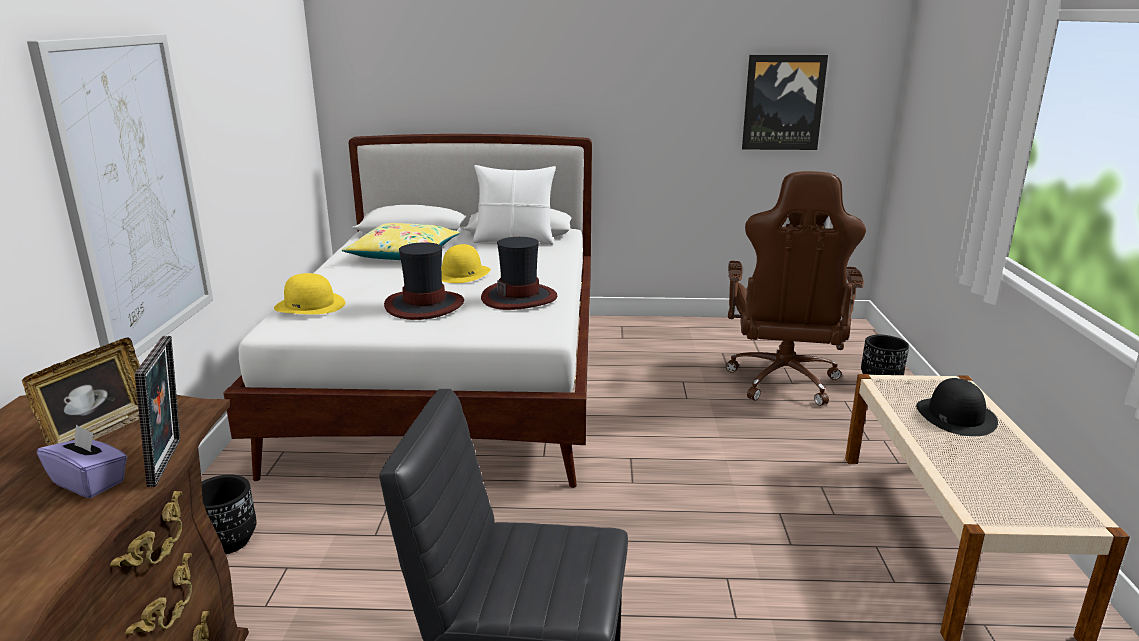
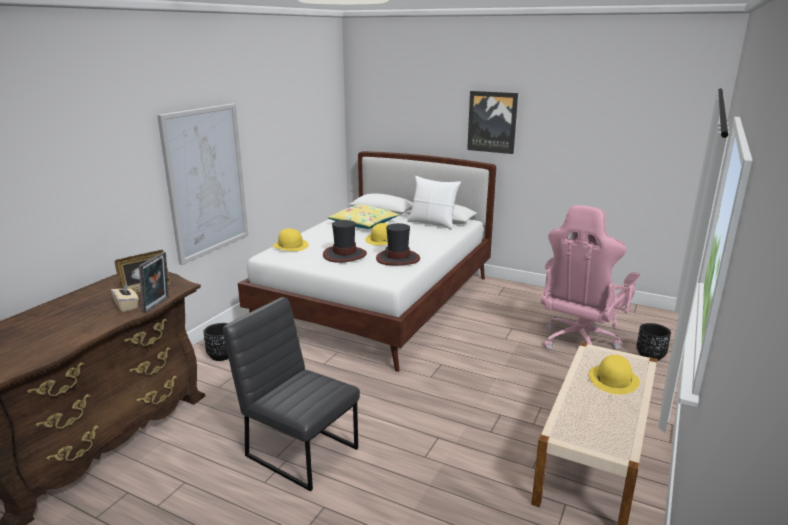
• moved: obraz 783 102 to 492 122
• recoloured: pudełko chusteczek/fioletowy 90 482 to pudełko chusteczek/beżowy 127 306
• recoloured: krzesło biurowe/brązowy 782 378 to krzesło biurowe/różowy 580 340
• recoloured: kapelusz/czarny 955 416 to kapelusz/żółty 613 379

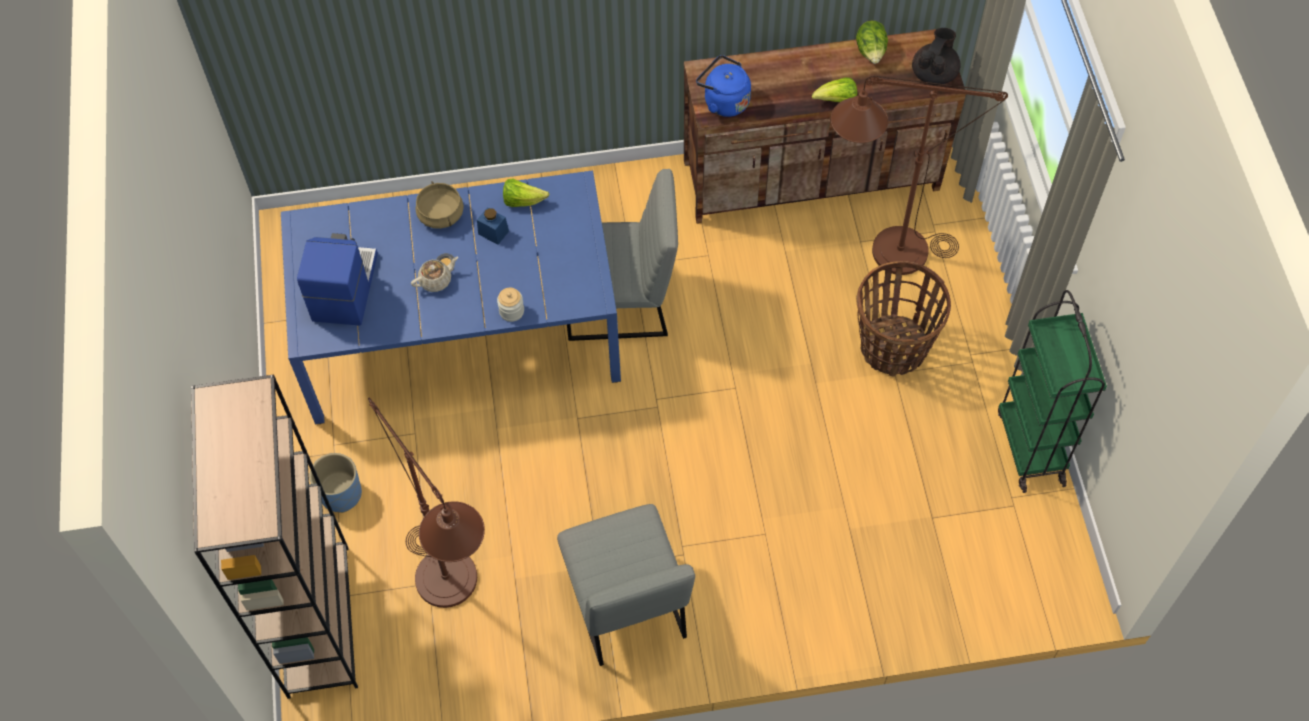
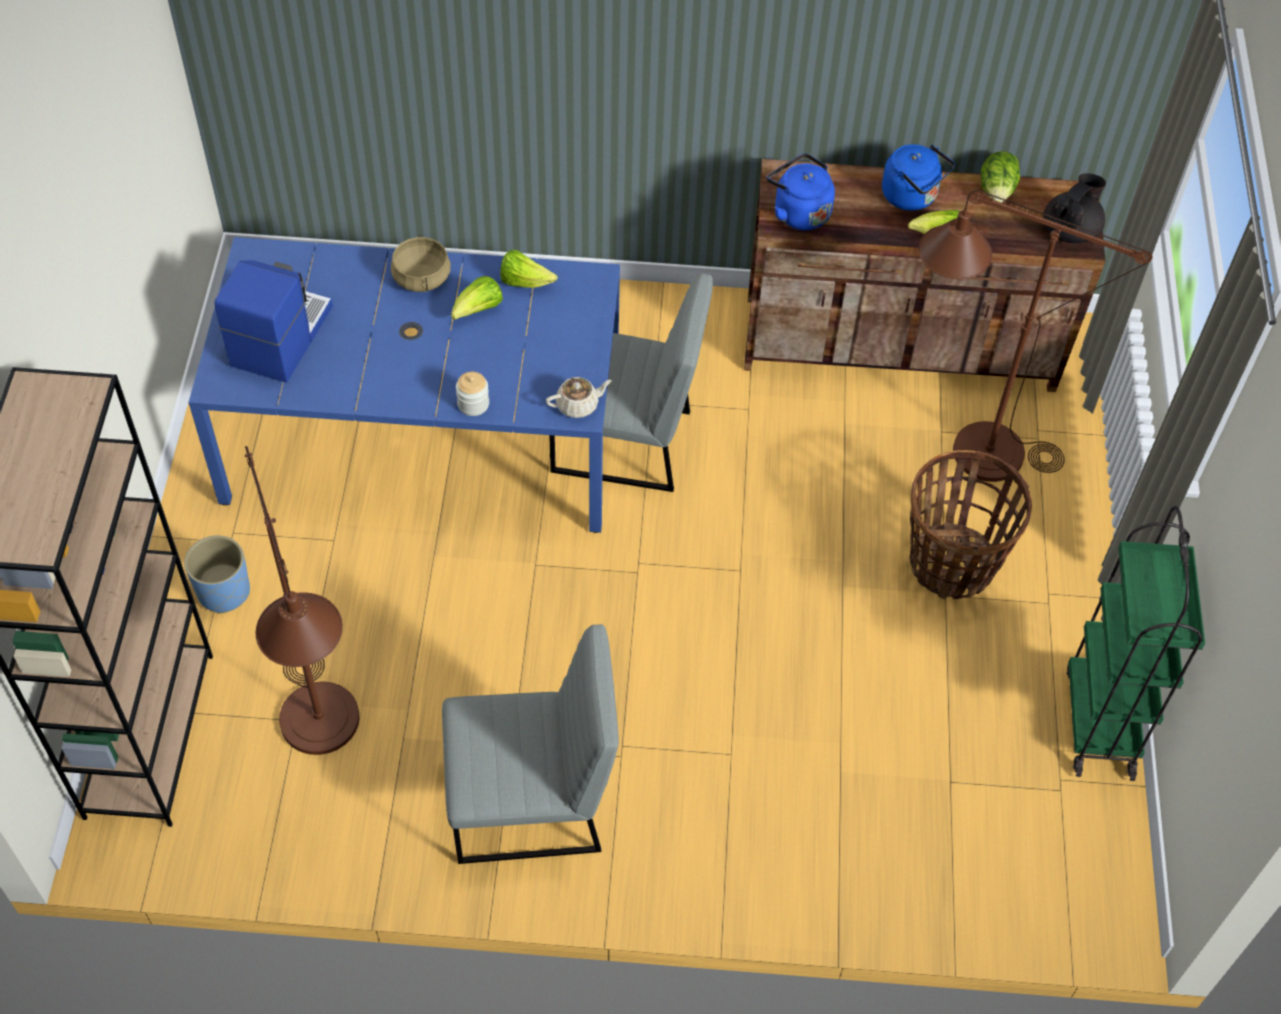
• added: czajnik/niebieski 912 197
• moved: imbryk/beżowy 436 280 to 578 405
• replaced: słoik/niebieski 493 232 to sałata 478 310
• turned: krzesło/szary 626 607 = 532 804 90 degrees counterclockwise

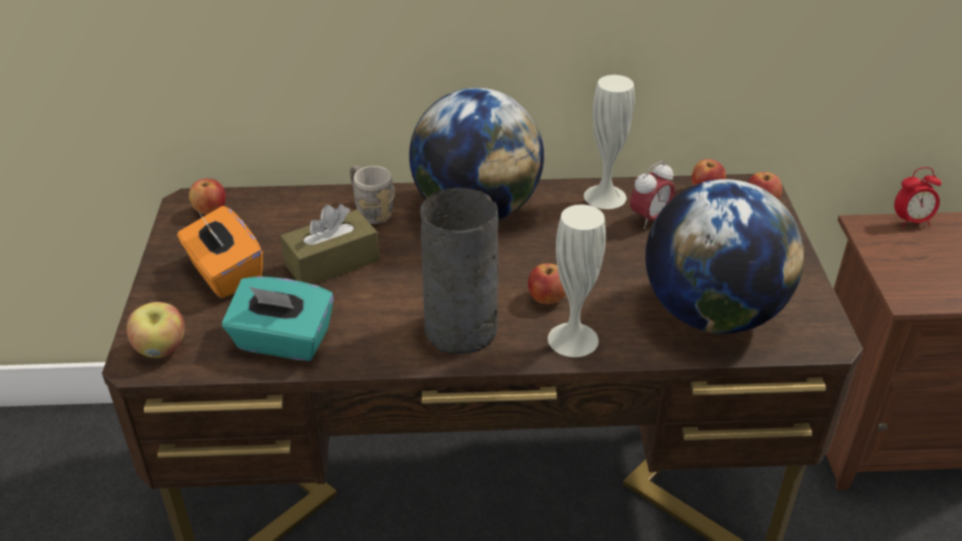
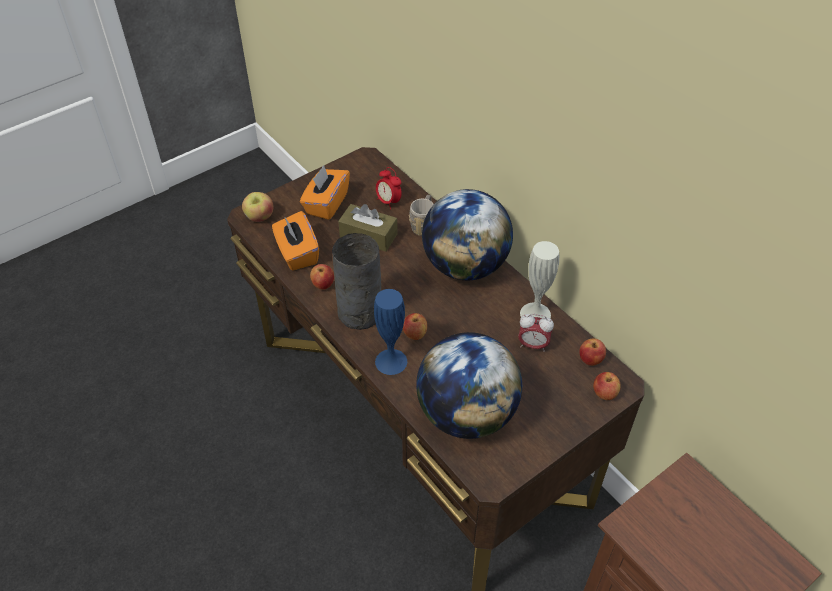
• moved: jabłko 210 211 to 323 284
• moved: budzik 911 221 to 388 202
• recoloured: pudełko chusteczek/turkusowy 283 342 to pudełko chusteczek/pomarańczowy 297 253
• recoloured: wazon/biały 573 339 to wazon/niebieski 391 361

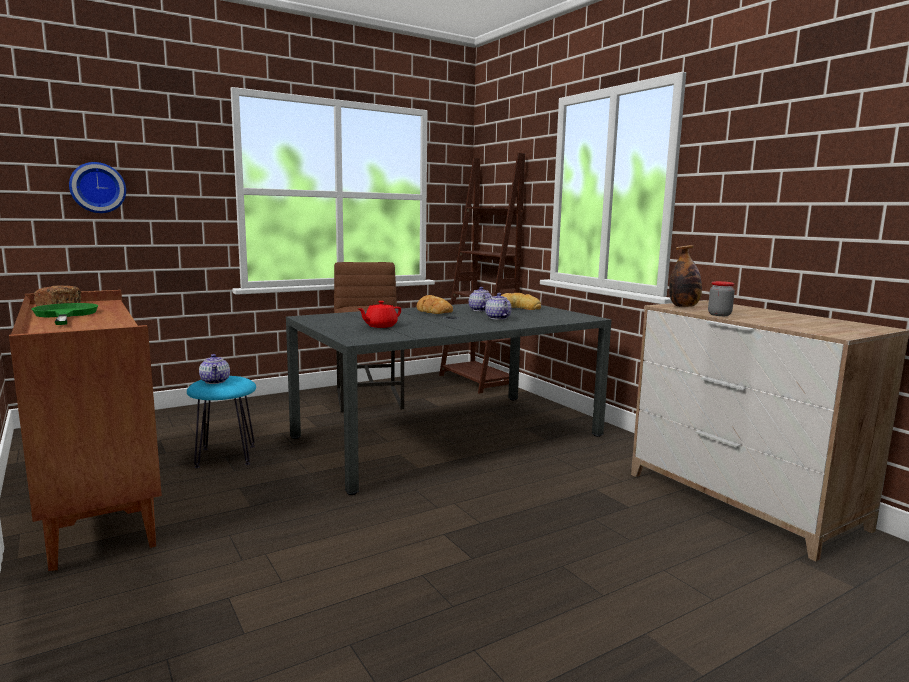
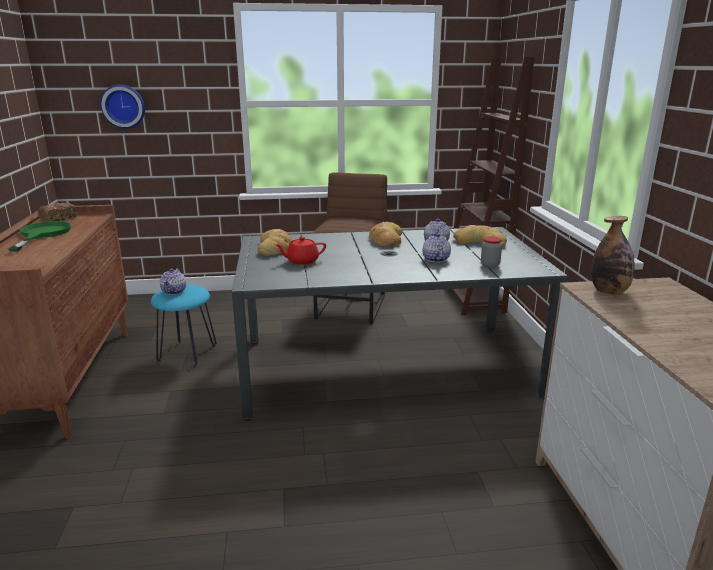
• added: chleb 275 247
• moved: słoik 719 315 to 490 265

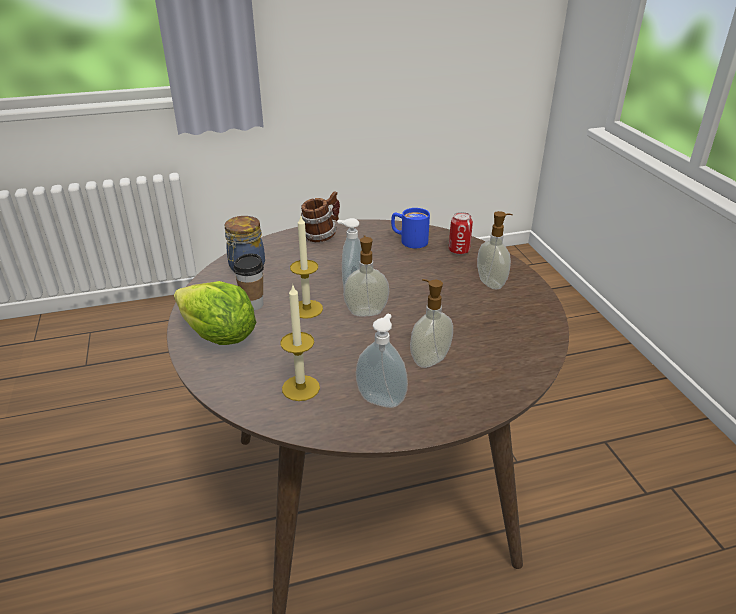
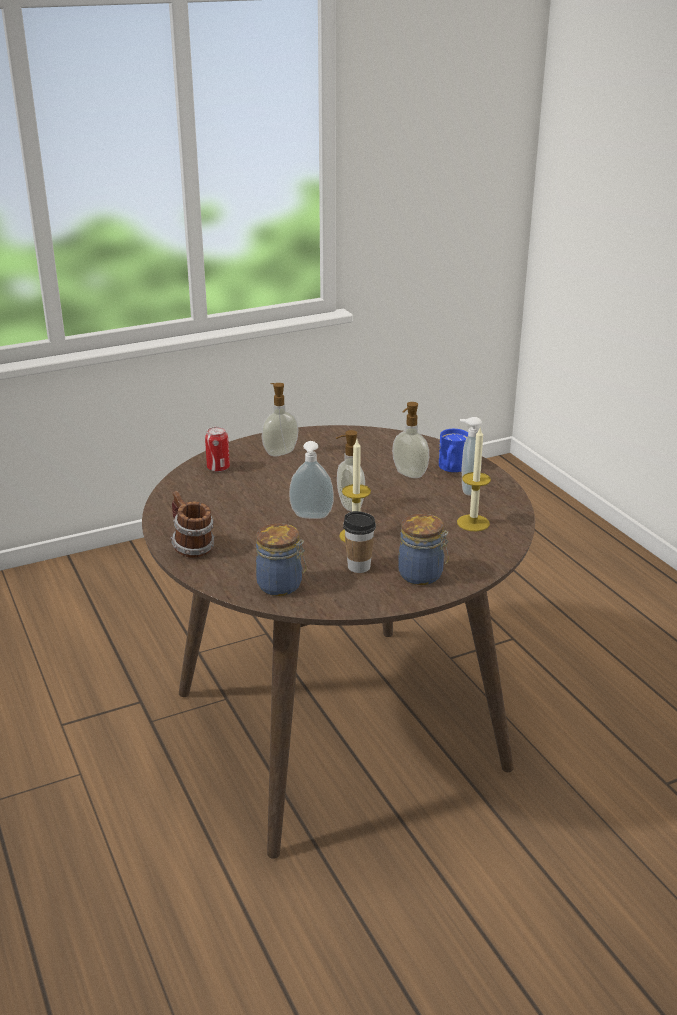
• moved: kubek/niebieski 408 240 to 451 468
• replaced: sałata 219 337 to słoik 422 575

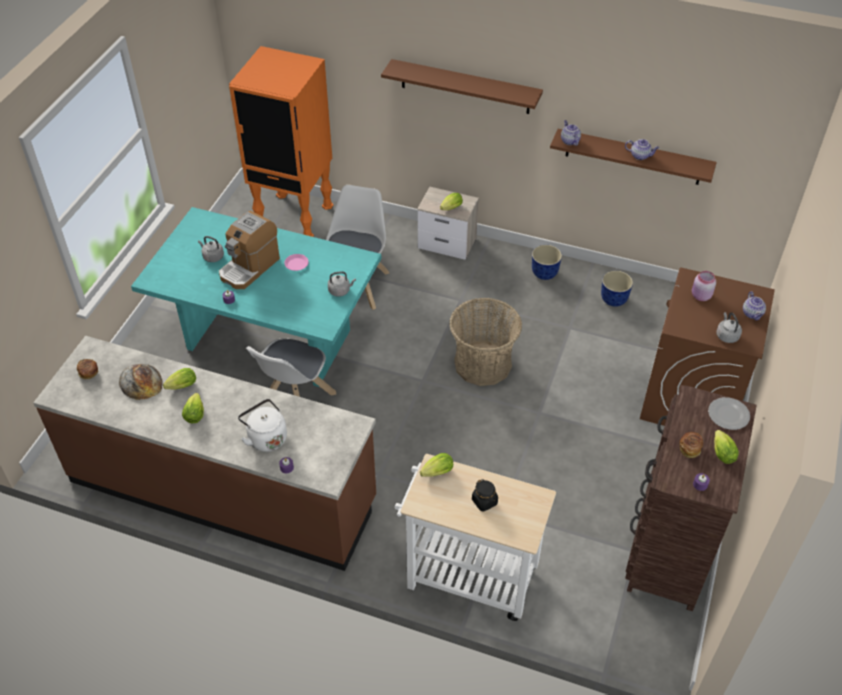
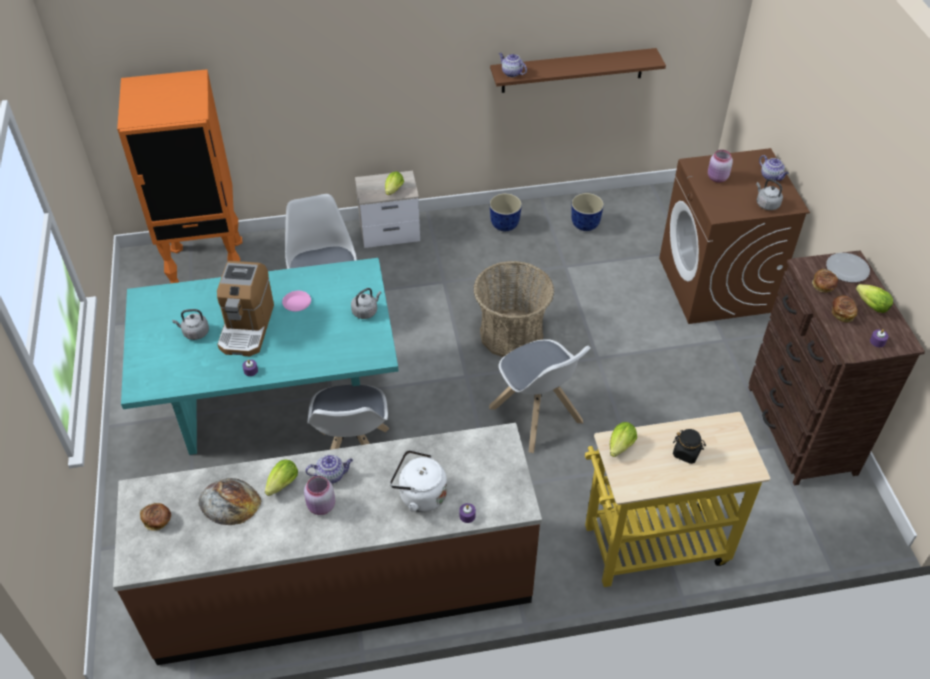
• removed: półka/brązowy 465 87
• added: krzesło 537 417
• added: chleb 823 286
• moved: imbryk 640 156 to 331 475
• replaced: sałata 195 413 to słoik/różowy 321 506
• recoloured: wózek/biały 469 578 to wózek/żółty 653 546

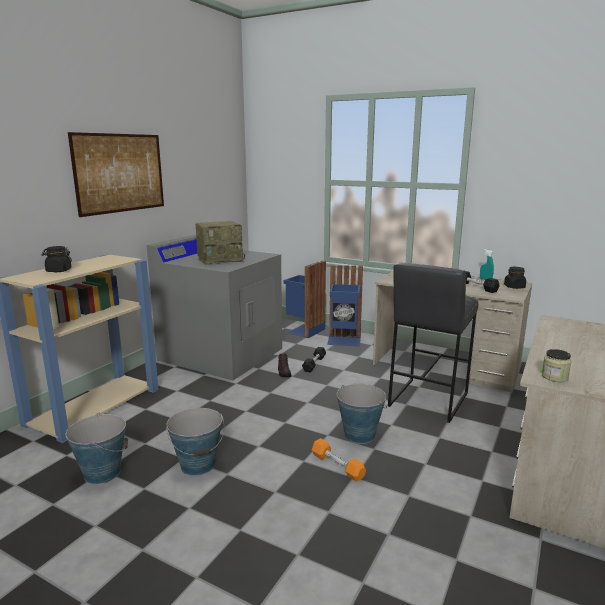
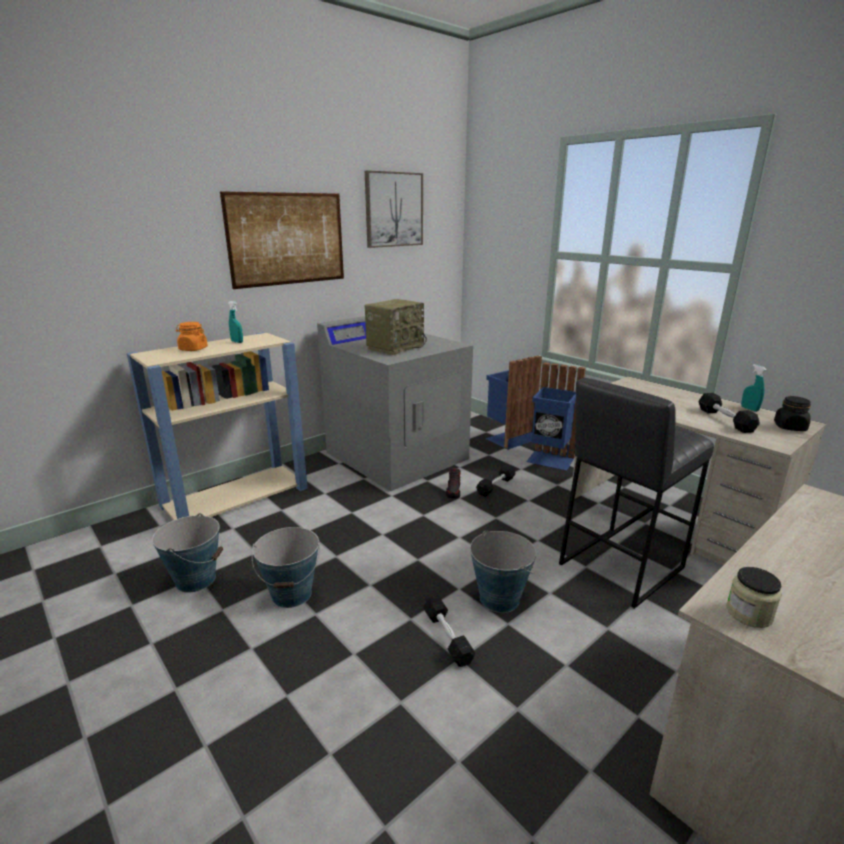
• added: spryskiwacz/turkusowy 237 342
• added: obraz 393 209
• recoloured: słoik/czarny 58 270 to słoik/pomarańczowy 193 349
• recoloured: hantel/pomarańczowy 337 466 to hantel/czarny 447 637
• turned: radio 220 260 = 395 347 45 degrees counterclockwise

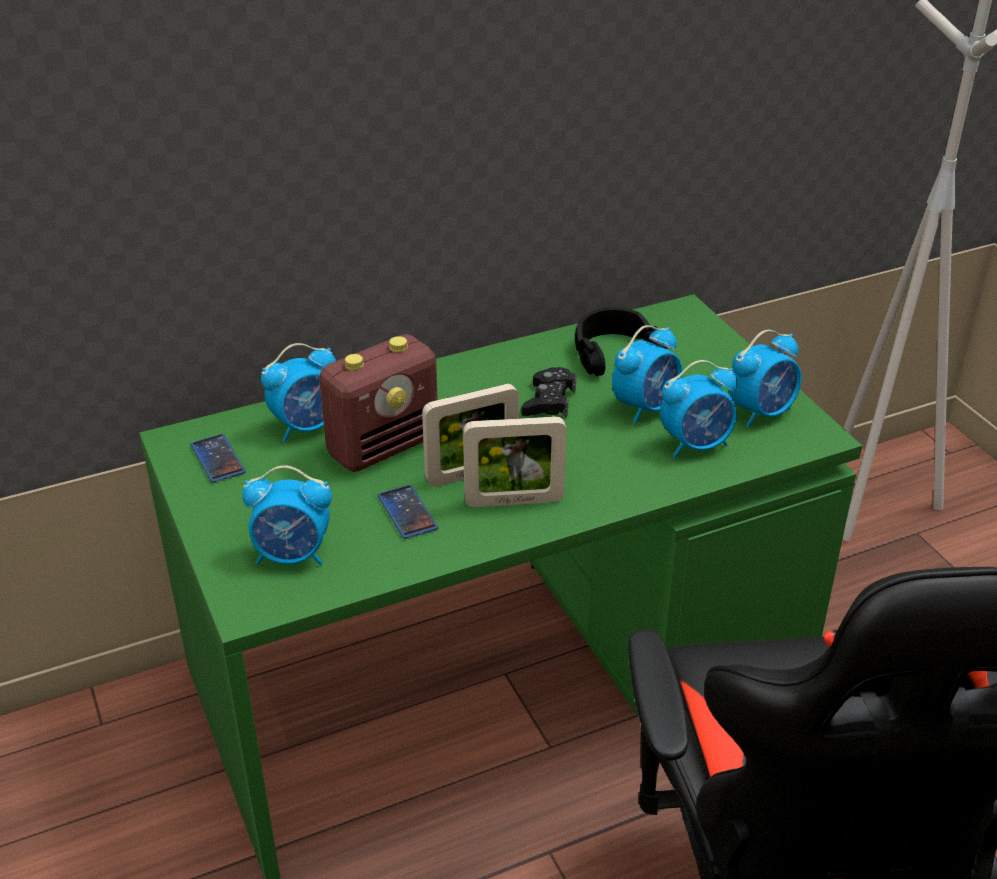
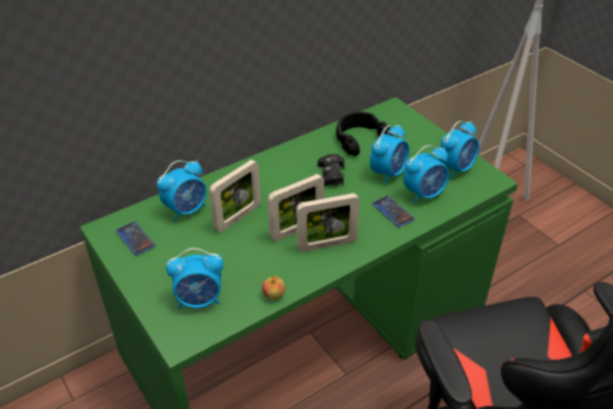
• added: jabłko 274 295
• moved: telefon 407 512 to 393 212
• replaced: radio 384 446 to ramka na zdjęcie 238 217

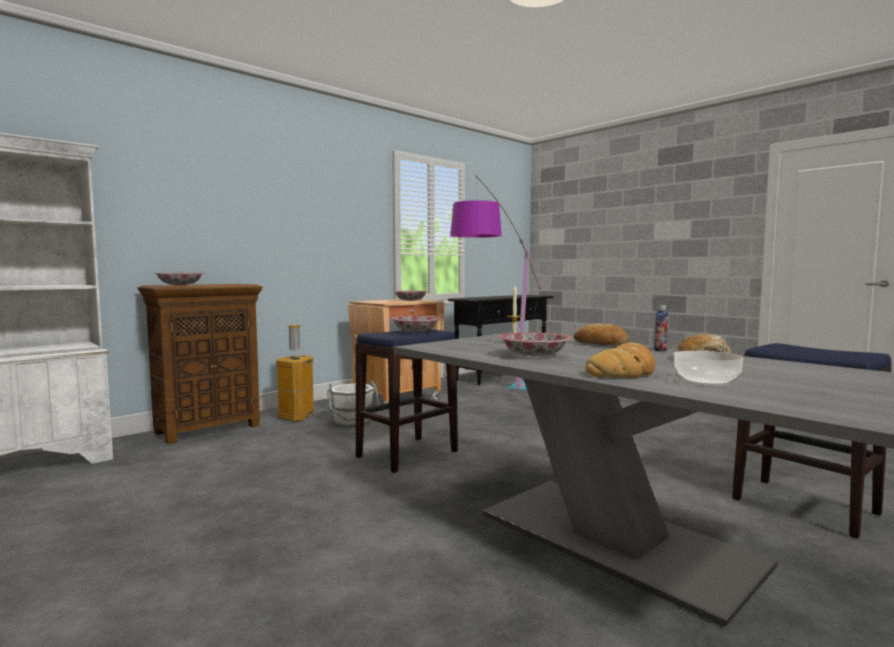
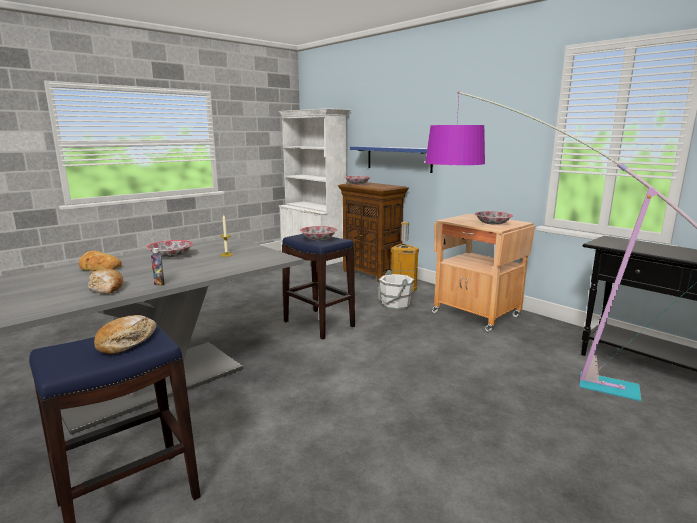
• removed: miska 706 381
• added: półka/niebieski 398 158
• moved: chleb 601 344 to 127 342

